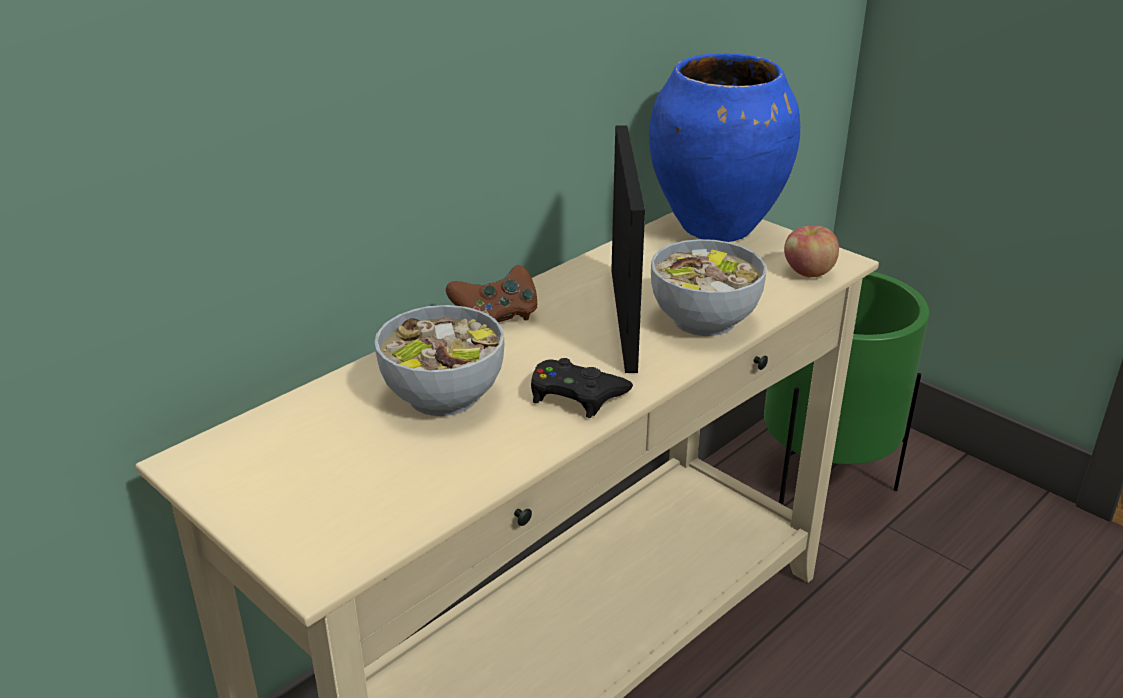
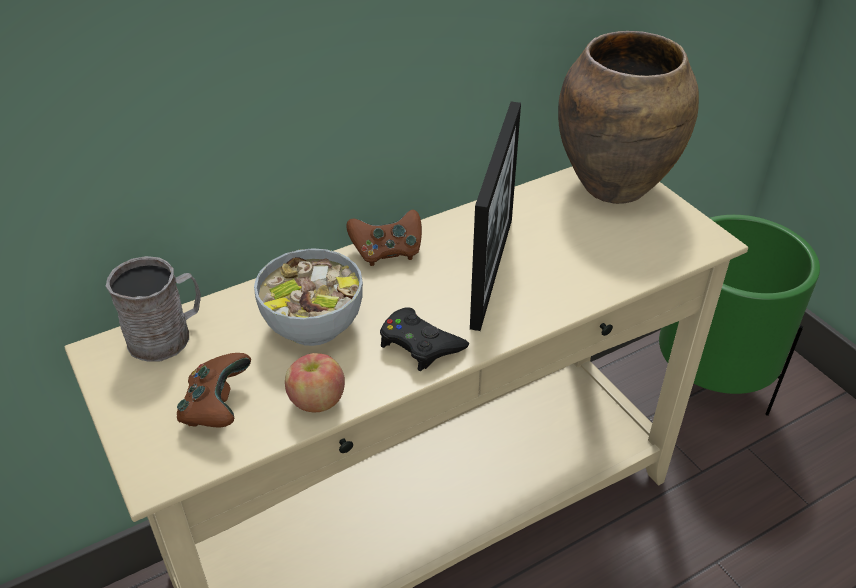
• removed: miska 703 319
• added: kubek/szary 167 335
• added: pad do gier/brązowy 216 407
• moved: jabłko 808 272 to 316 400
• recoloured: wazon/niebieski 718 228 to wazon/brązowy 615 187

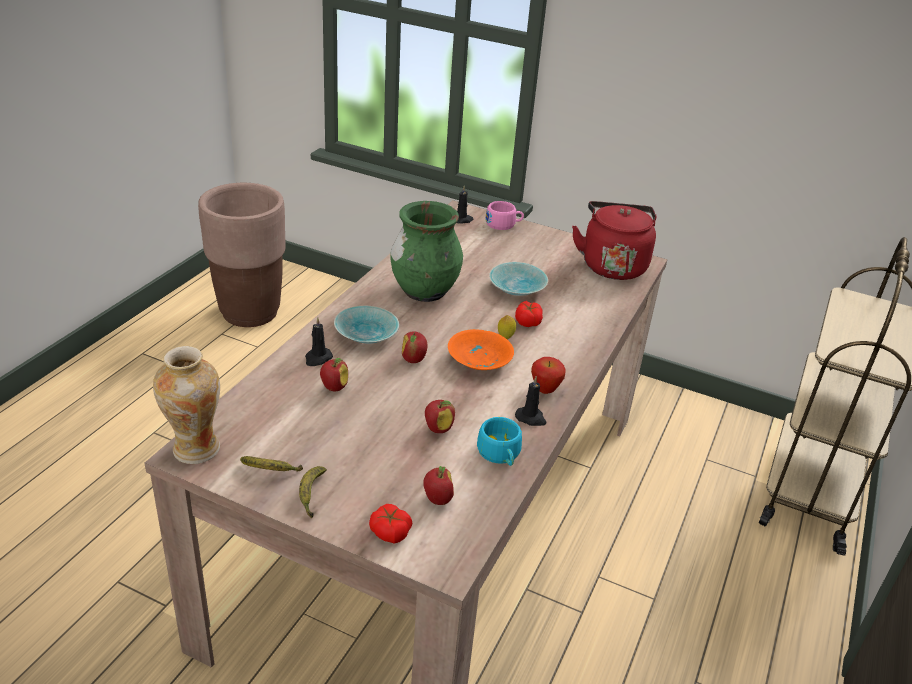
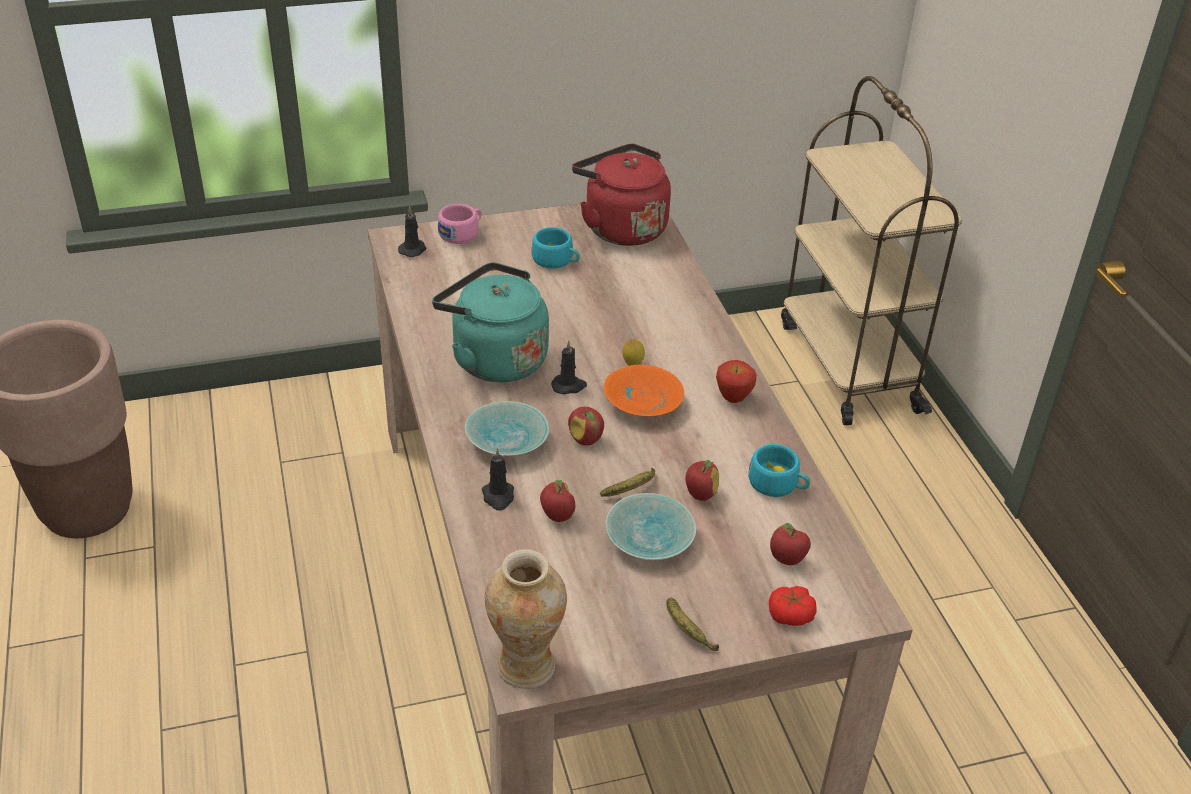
• removed: pomidor 527 321
• added: filiżanka/turkusowy 556 261
• moved: banan 270 471 to 632 489
• moved: miska/turkusowy 519 289 to 652 538
• moved: świeca/czarny 531 418 to 569 386
• replaced: wazon/zielony 425 292 to czajnik/turkusowy 494 359

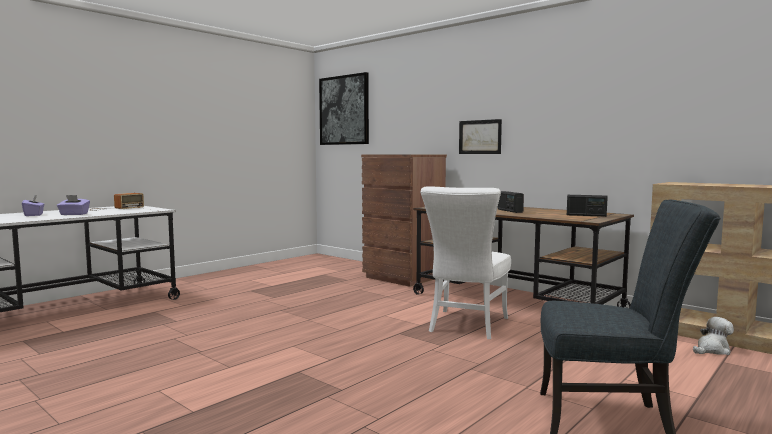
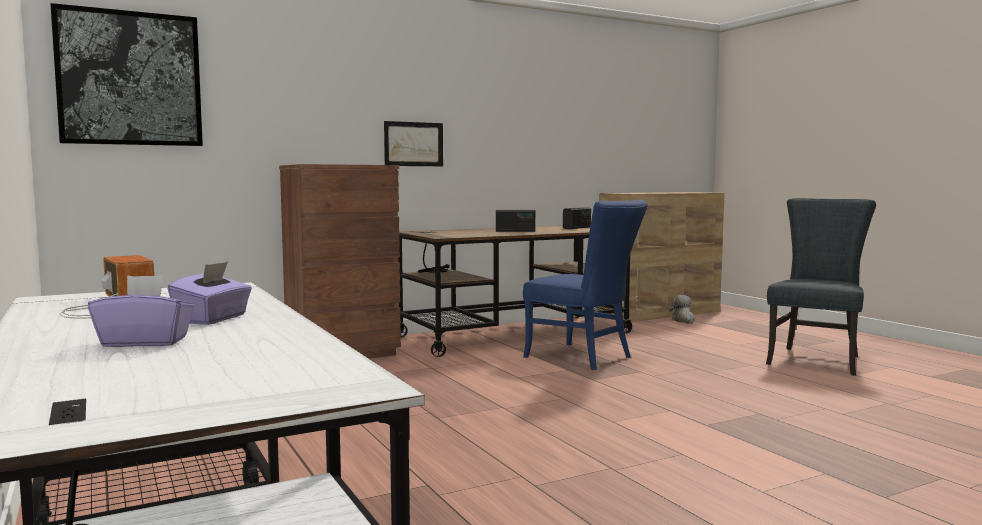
• recoloured: krzesło/biały 466 326 to krzesło/niebieski 584 357

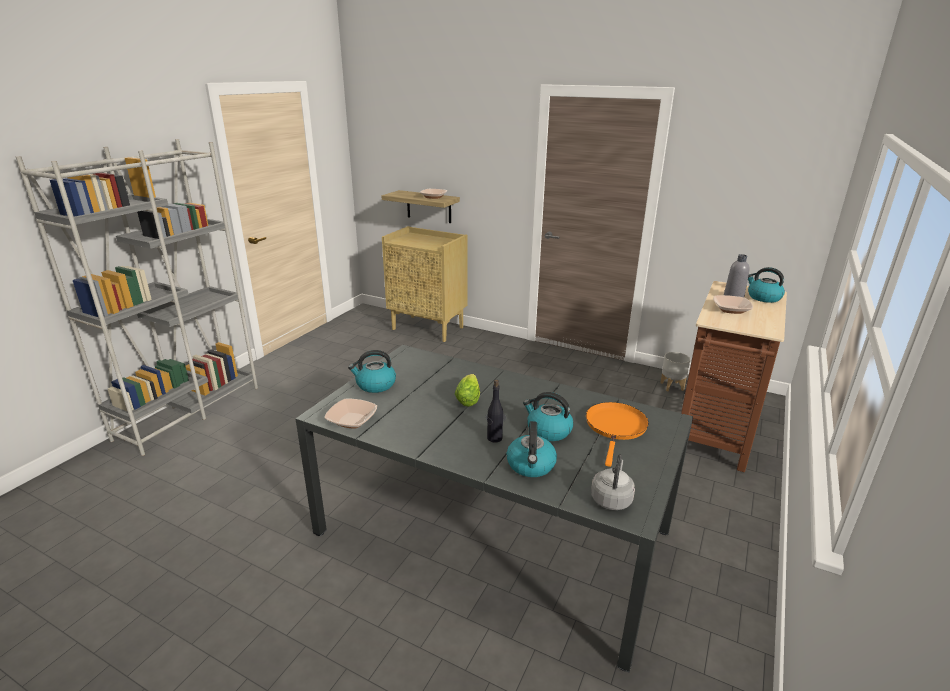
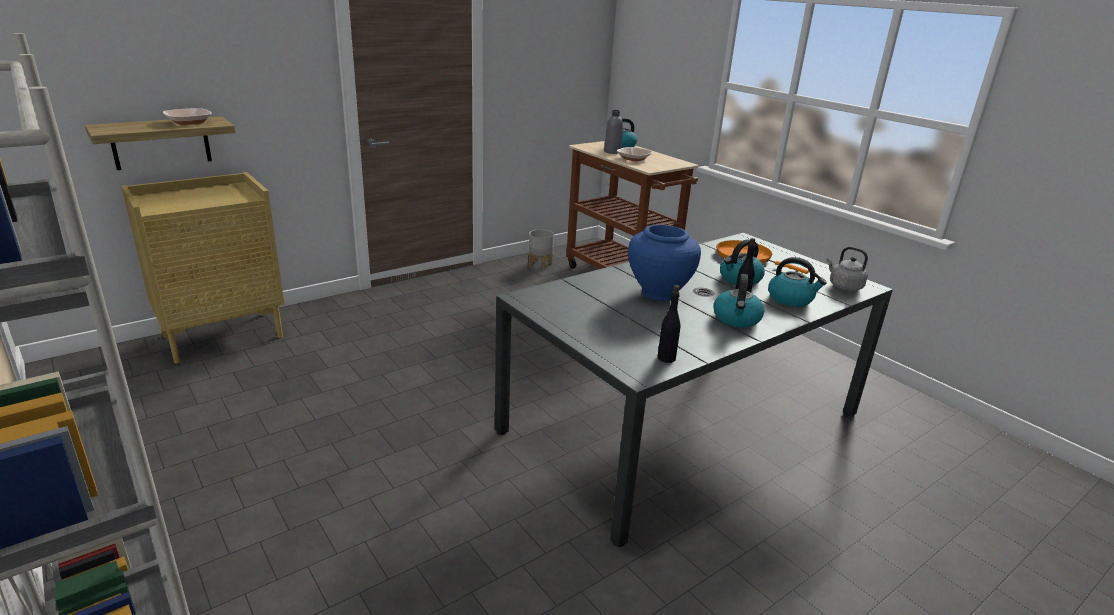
• moved: czajnik 375 385 to 736 319
• replaced: miska 352 420 to butelka/czarny 666 358
• replaced: sałata 469 397 to wazon/niebieski 659 293

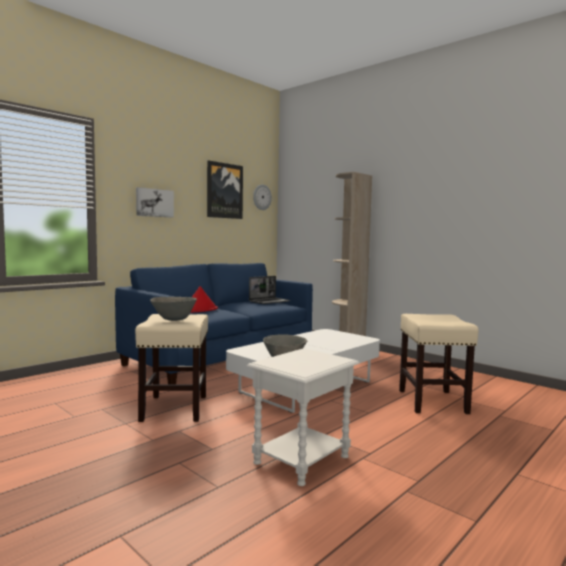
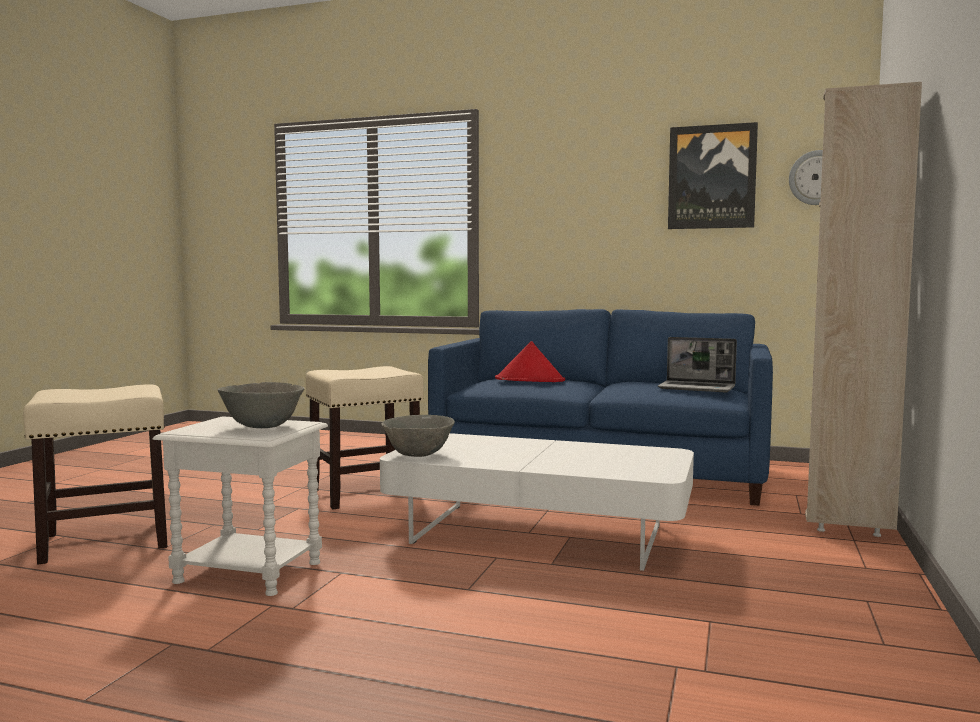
• removed: obraz 154 203
• moved: miska/szary 173 320 to 262 427
• moved: stołek/beżowy 433 402 to 103 541

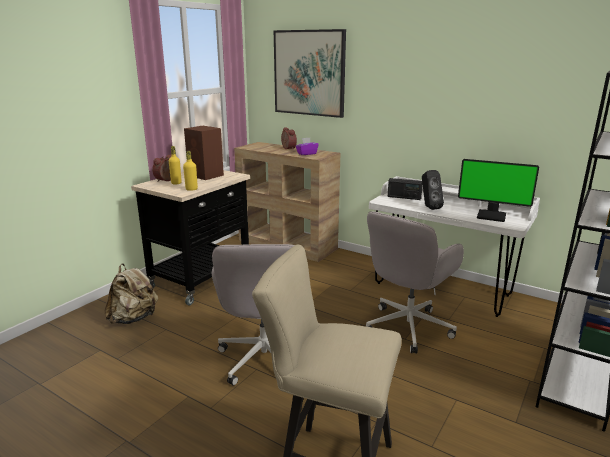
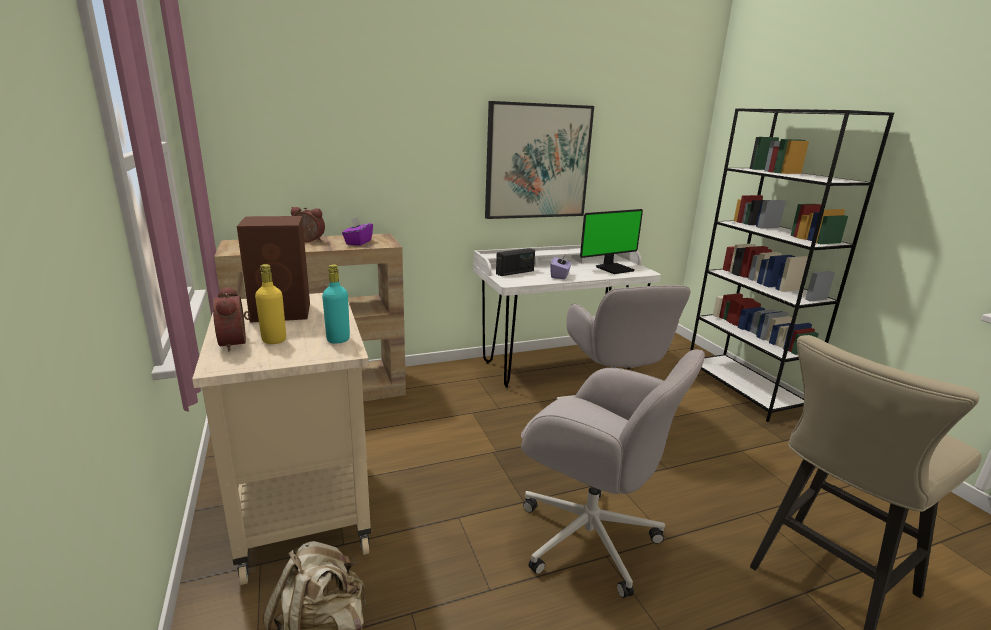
• moved: obraz 309 73 to 537 161
• replaced: głośnik/czarny 429 207 to pudełko chusteczek/fioletowy 560 276
• recoloured: wózek/czarny 200 280 to wózek/beżowy 302 507
• recoloured: butelka/żółty 191 189 to butelka/turkusowy 338 339

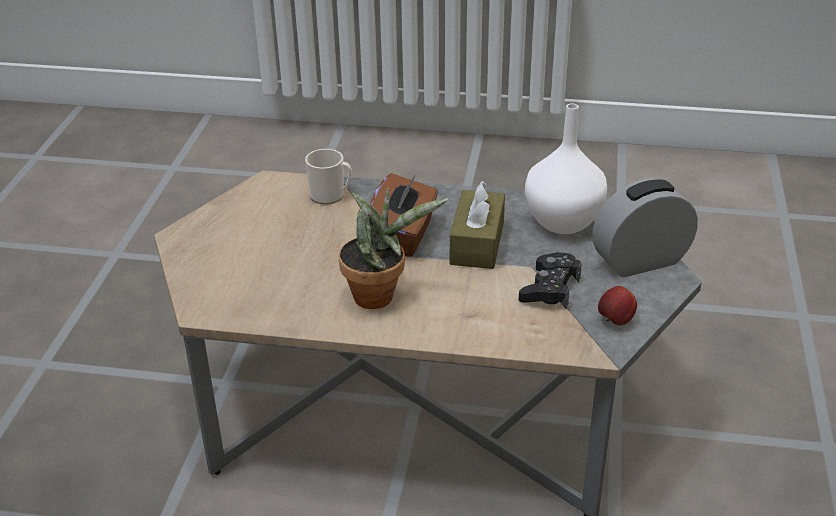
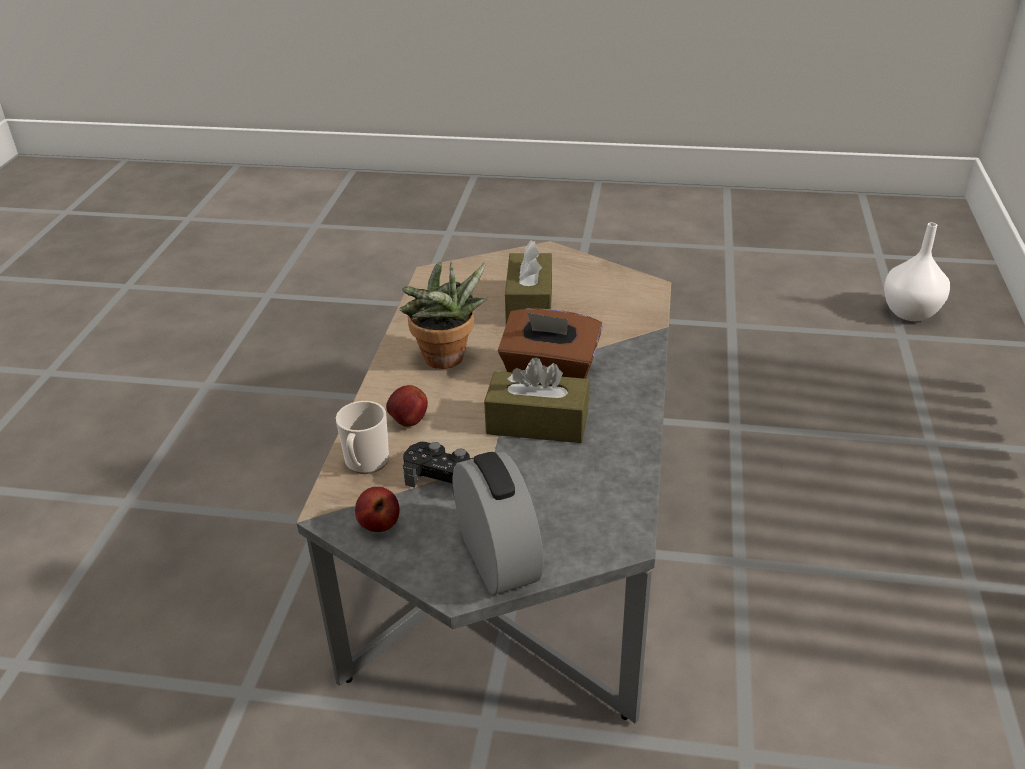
• added: jabłko 408 422
• added: pudełko chusteczek/brązowy 529 303
• moved: kubek 331 196 to 365 463
• moved: wazon/biały 561 222 to 909 312

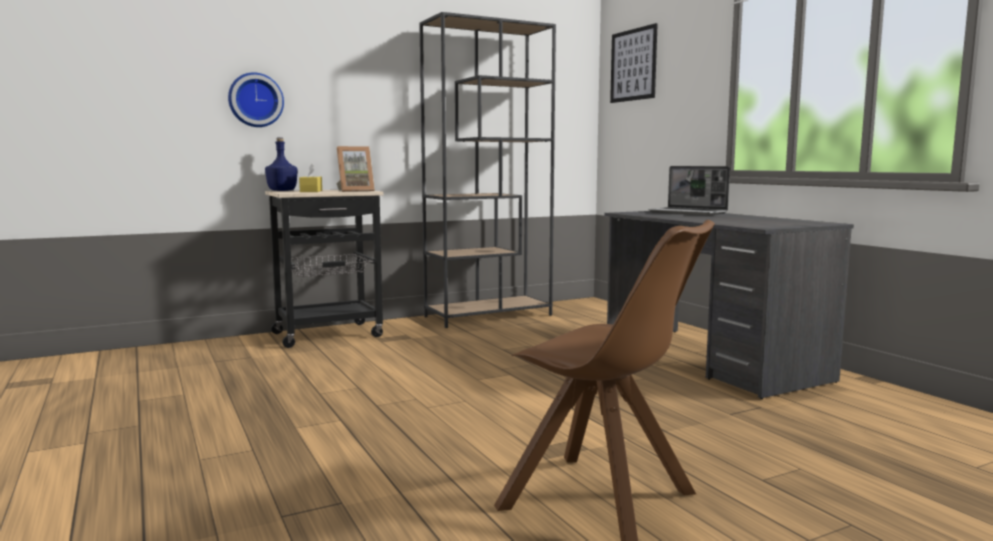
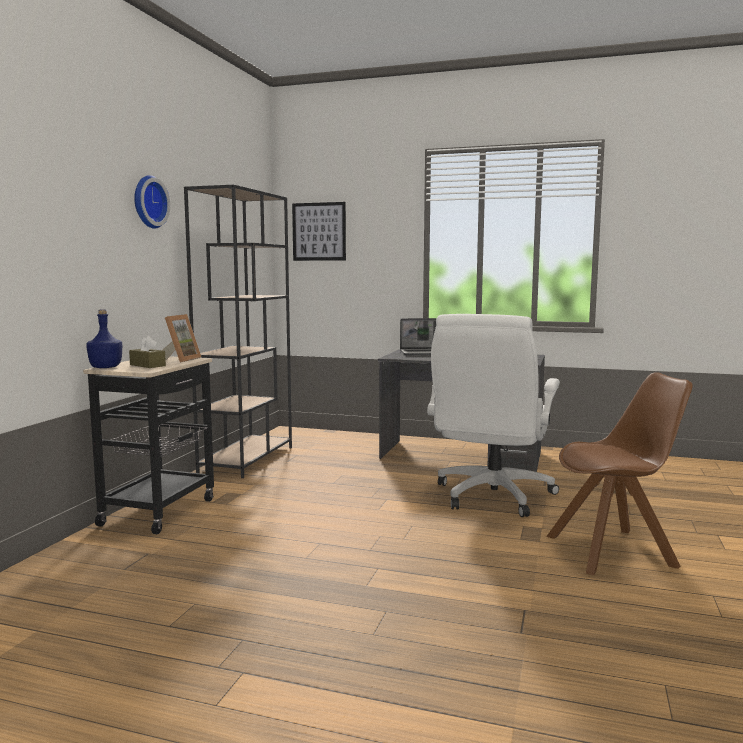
• added: krzesło biurowe/biały 490 498
• moved: zegar ścienny 255 100 to 148 202
• recoloured: pudełko chusteczek/żółty 311 191 to pudełko chusteczek/brązowy 147 365

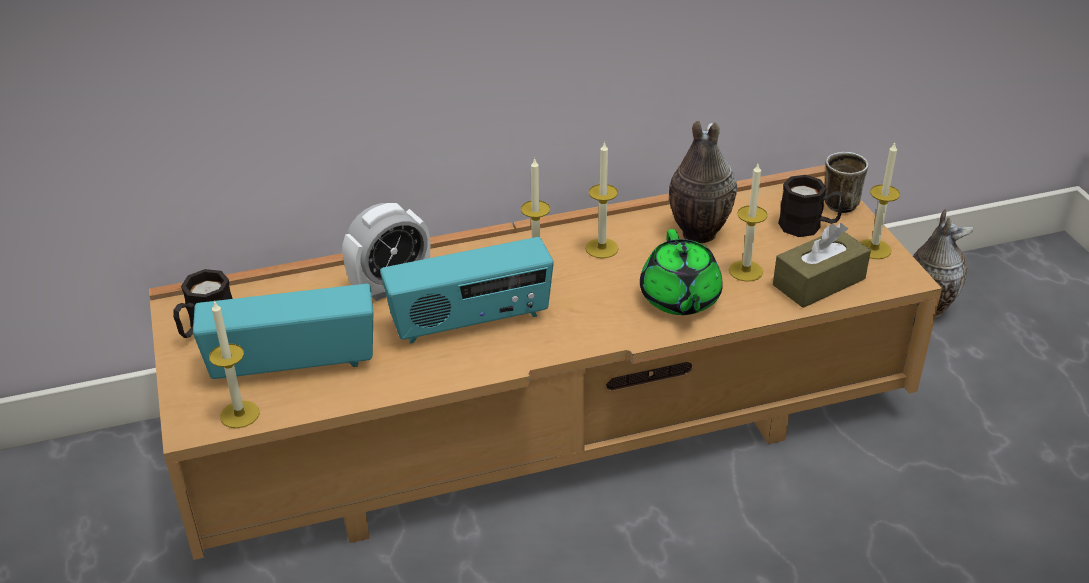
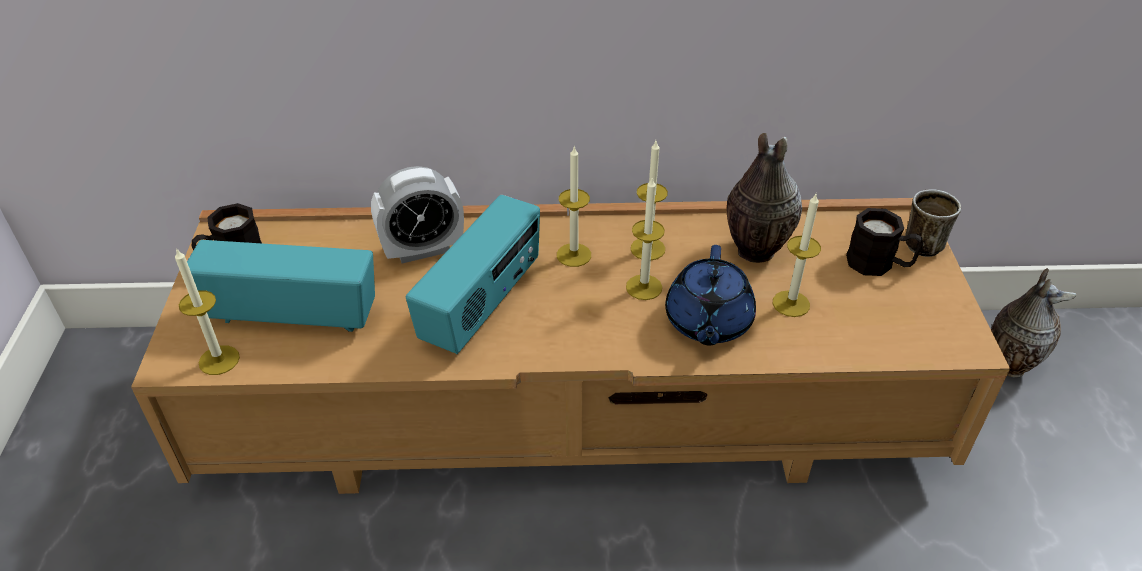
• removed: pudełko chusteczek/brązowy 819 282
• moved: świeca 874 249 to 644 287
• recoloured: imbryk/zielony 679 299 to imbryk/niebieski 707 322
• turned: radio 470 322 = 482 305 60 degrees counterclockwise

